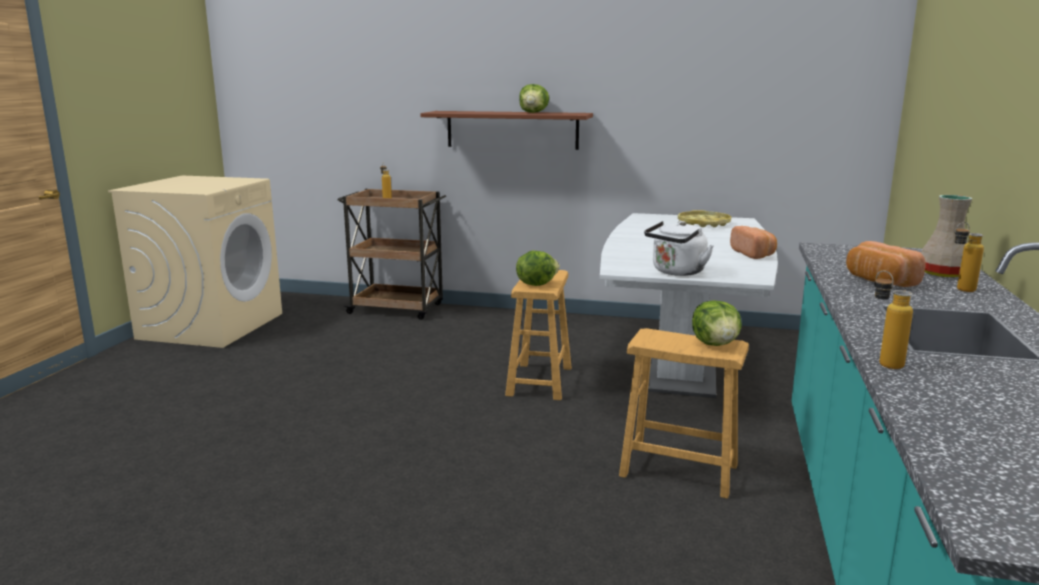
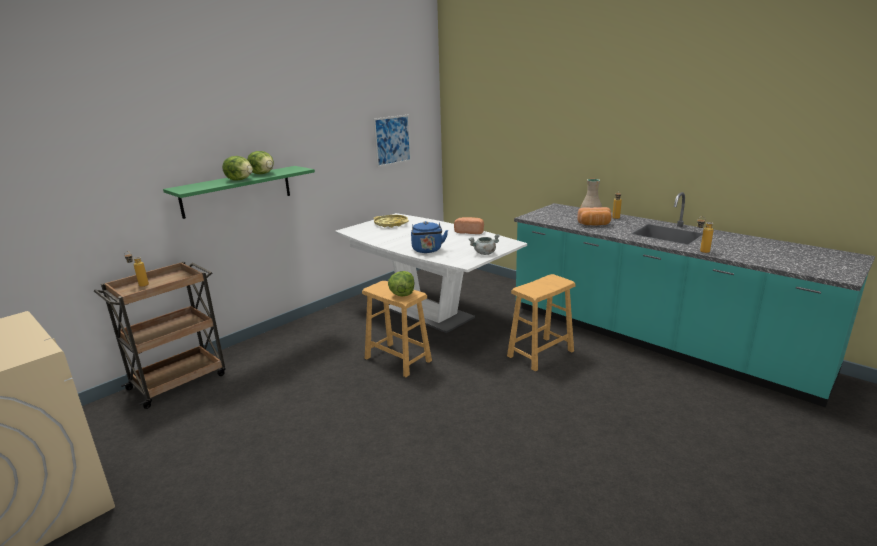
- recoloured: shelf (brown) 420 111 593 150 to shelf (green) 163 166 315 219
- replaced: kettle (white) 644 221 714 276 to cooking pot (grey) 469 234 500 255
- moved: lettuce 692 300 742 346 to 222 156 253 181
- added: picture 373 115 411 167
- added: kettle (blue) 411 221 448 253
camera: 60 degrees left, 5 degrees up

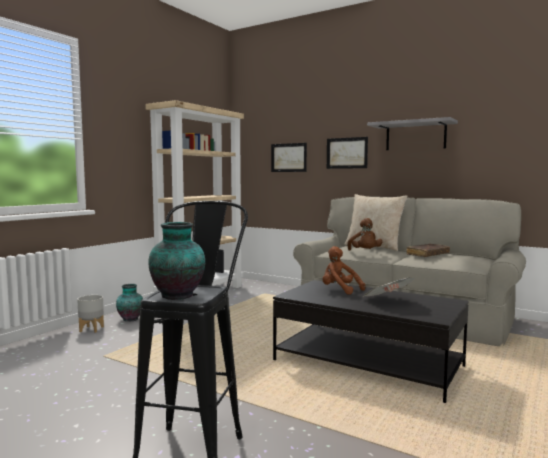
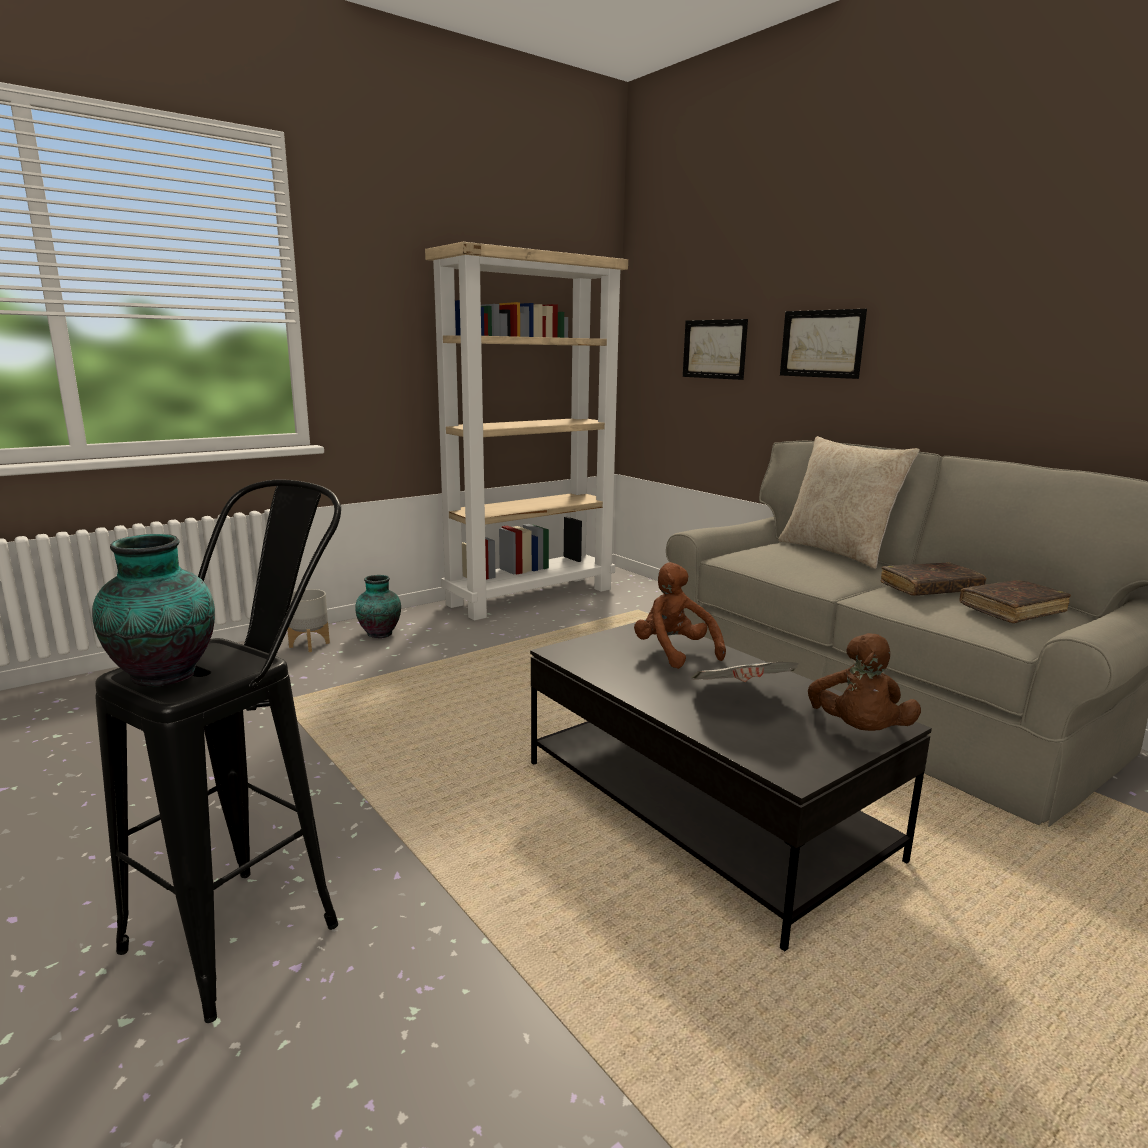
- moved: plush toy (brown) 347 218 382 251 to 808 633 921 731
- removed: shelf (grey) 367 117 458 150
- added: book (brown) 960 580 1071 623
camera: 20 degrees right, 10 degrees up

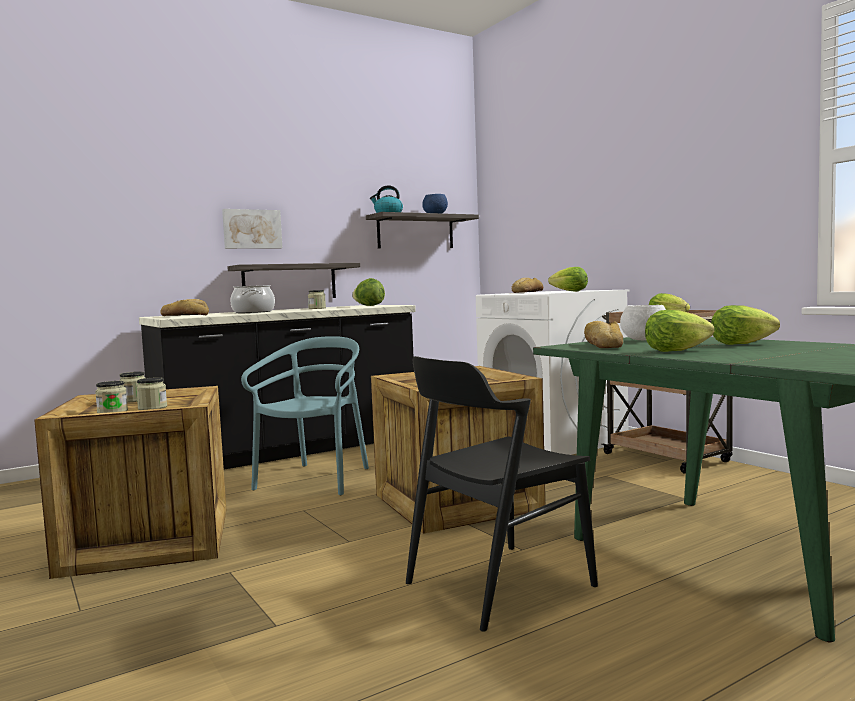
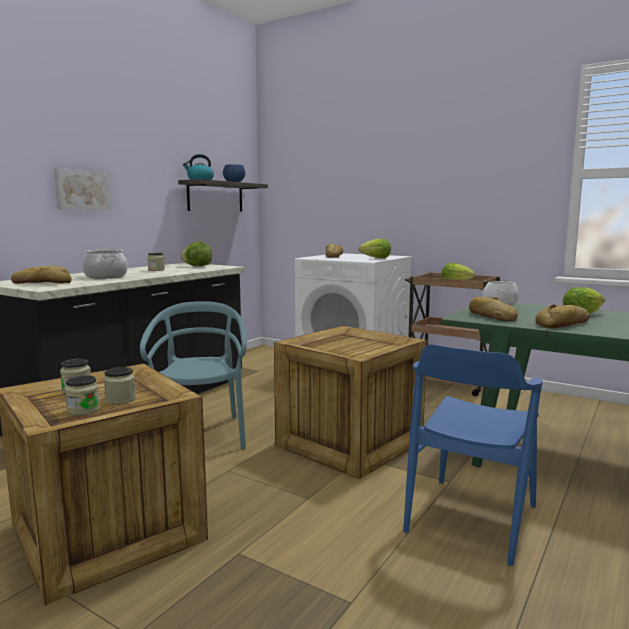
- removed: shelf 227 263 360 298
- recoloured: chair (black) 406 356 598 632 to chair (blue) 403 344 543 566
- replaced: lettuce 645 310 715 352 to bread 535 304 590 328
camera: 25 degrees left, 5 degrees up

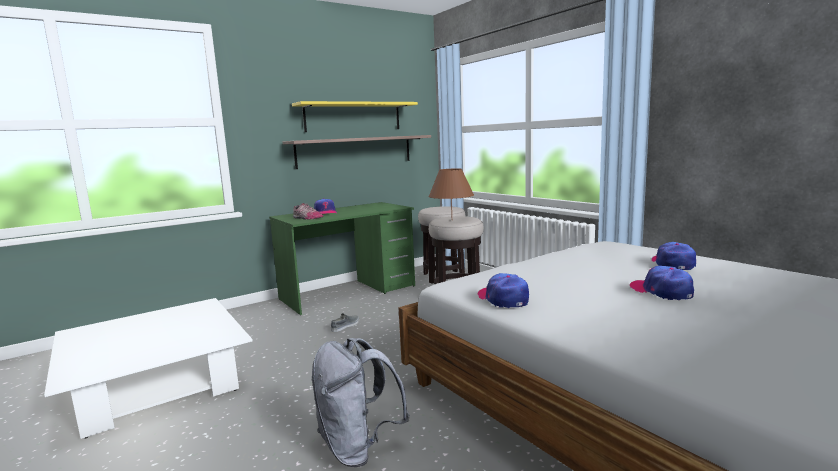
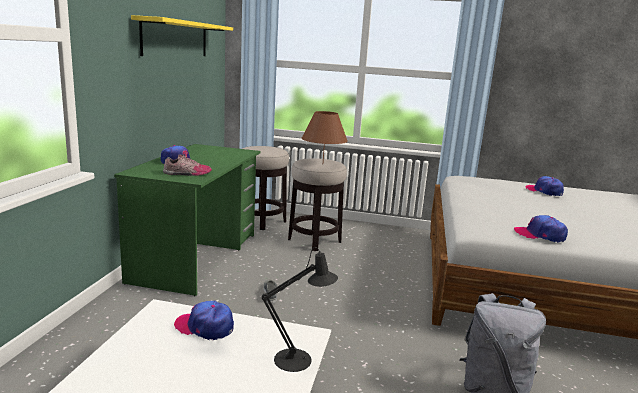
- removed: shelf 283 135 431 169
- moved: cap 630 266 694 300 to 174 300 234 340
- added: table lamp (black) 262 247 338 372
camera: 45 degrees left, 5 degrees up

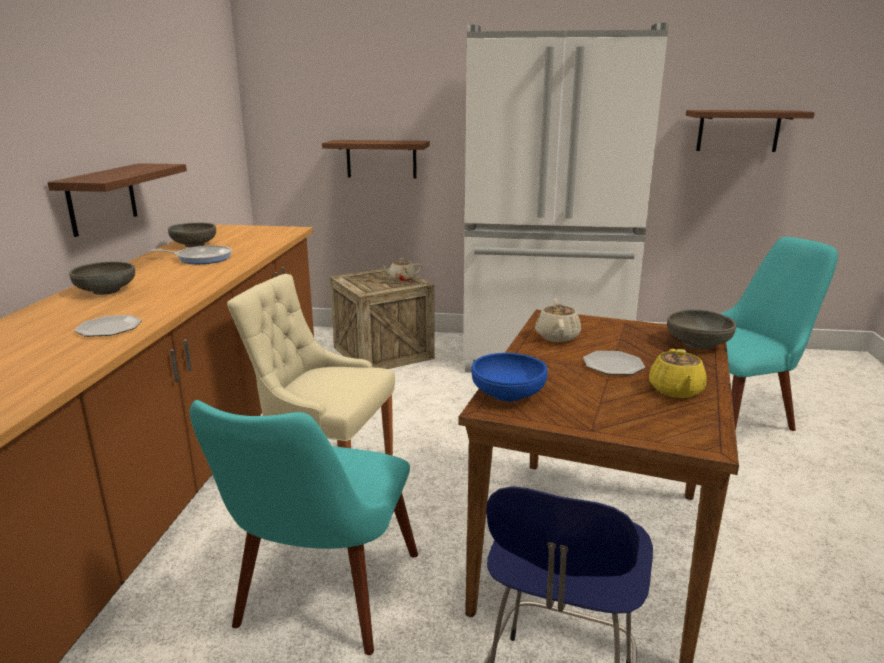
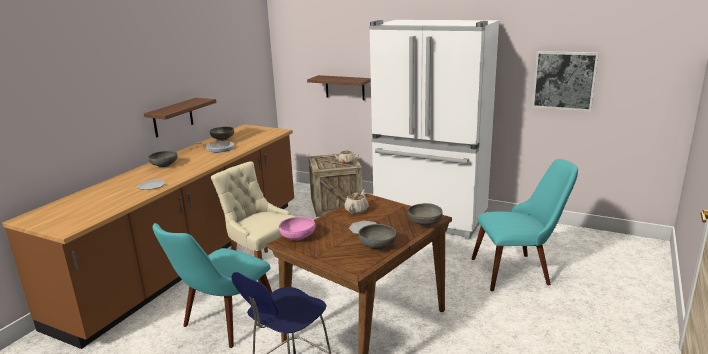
- recoloured: bowl (blue) 472 353 547 402 to bowl (pink) 279 217 315 241
- replaced: teapot (yellow) 649 349 707 398 to bowl (grey) 358 224 397 249
- replaced: shelf 686 110 815 152 to picture 532 51 599 111
camera: 20 degrees right, 0 degrees up

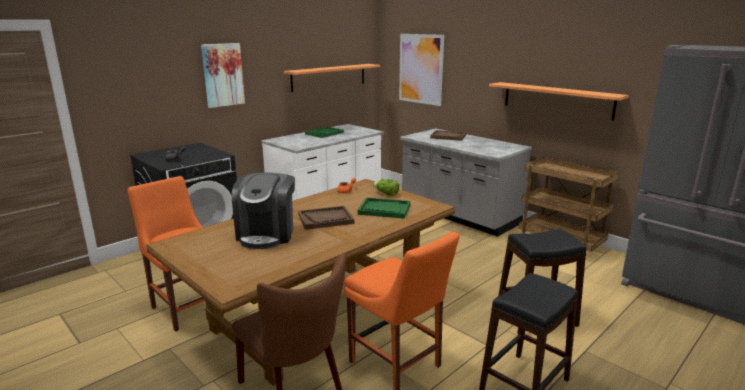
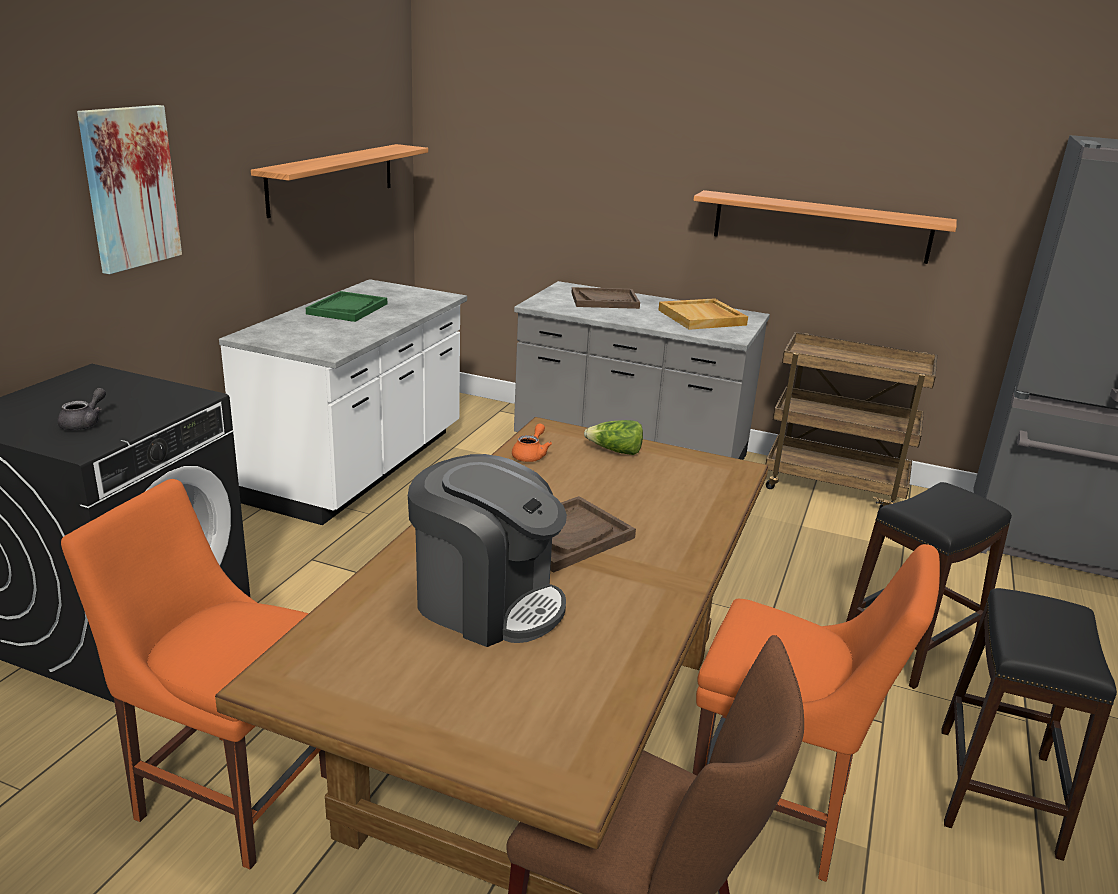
- turned: coffee machine 232 172 295 249 = 408 454 567 647 45 degrees counterclockwise
- removed: tray (green) 358 198 411 219
- removed: picture 399 34 444 106
- added: tray (beige) 658 298 748 330
camera: 25 degrees left, 5 degrees up

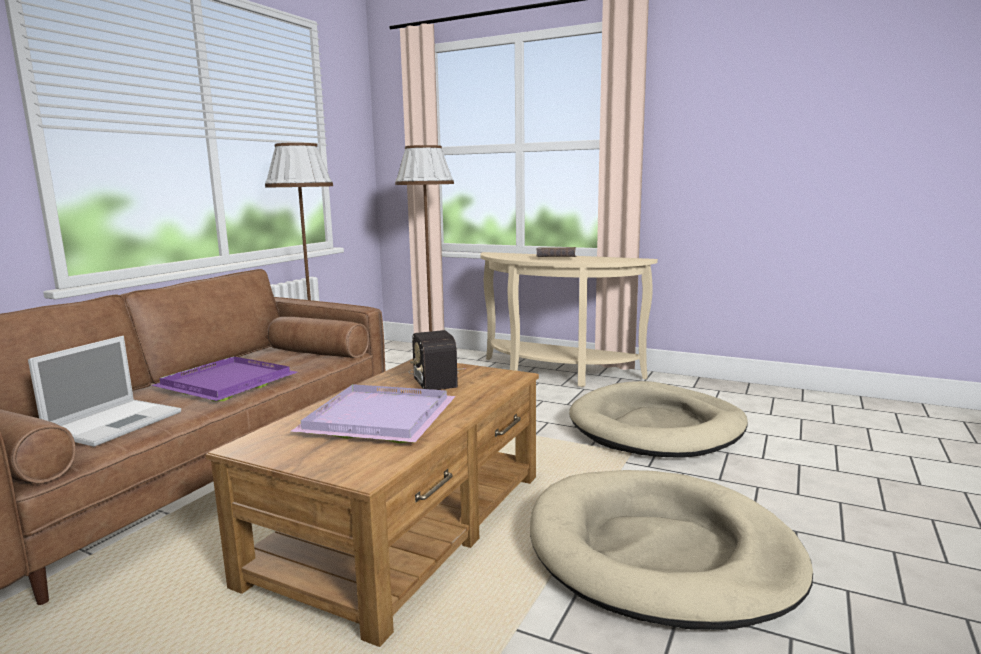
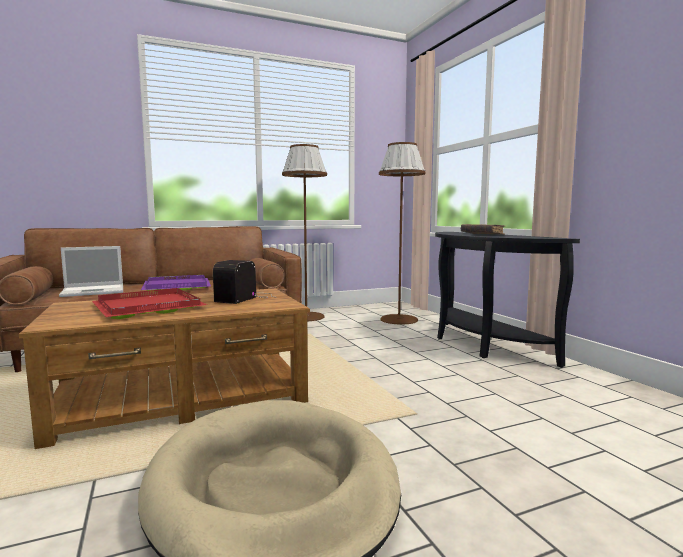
- recoloured: tray (purple) 290 384 456 443 to tray (red) 92 288 207 319
- recoloured: console table (beige) 480 252 658 387 to console table (black) 435 232 580 368
- removed: dog bed (beige) 569 381 748 458
camera: 40 degrees right, 5 degrees down

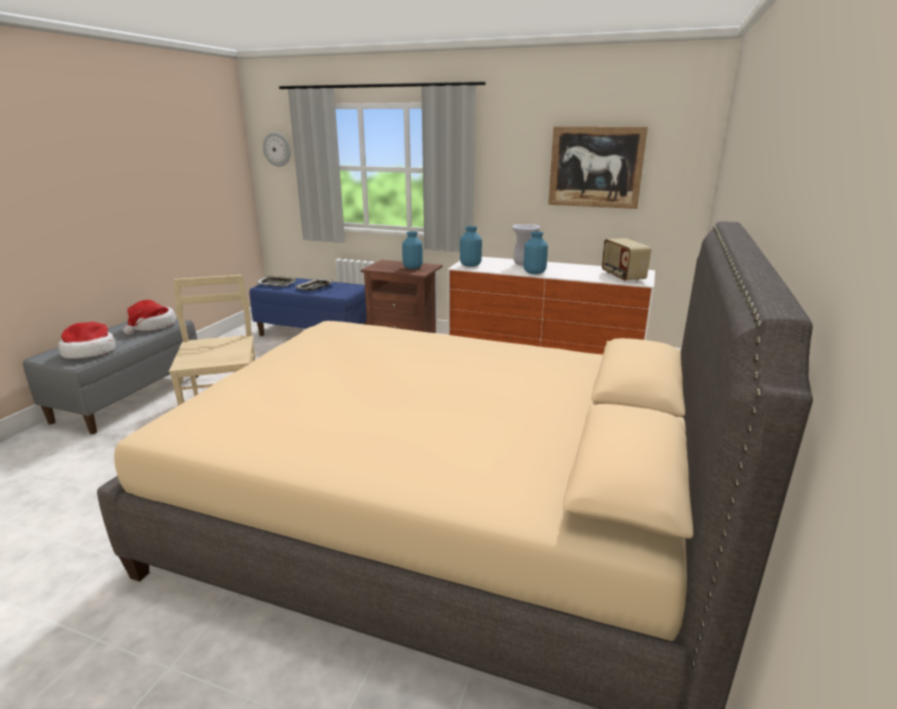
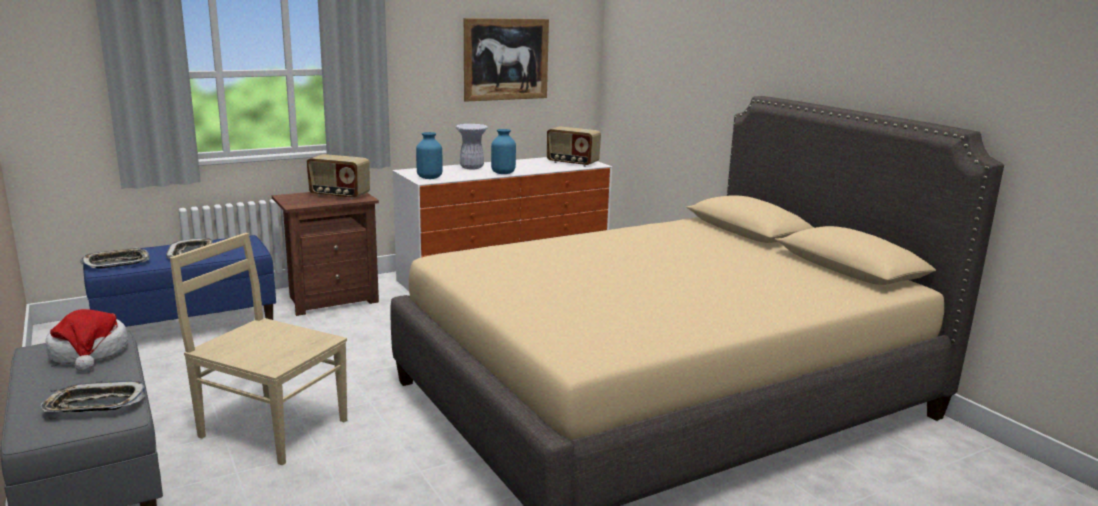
- replaced: hat 58 322 116 359 to tray 41 381 145 412
- removed: wall clock 263 132 291 167
- replaced: vase (blue) 402 231 423 269 to radio 307 154 370 200
camera: 50 degrees left, 5 degrees down

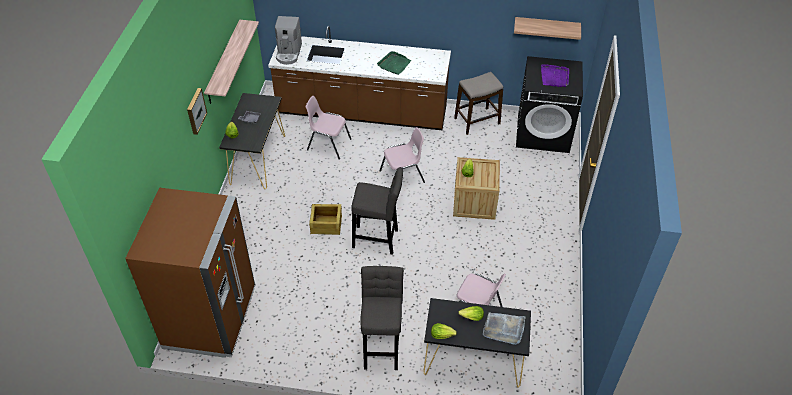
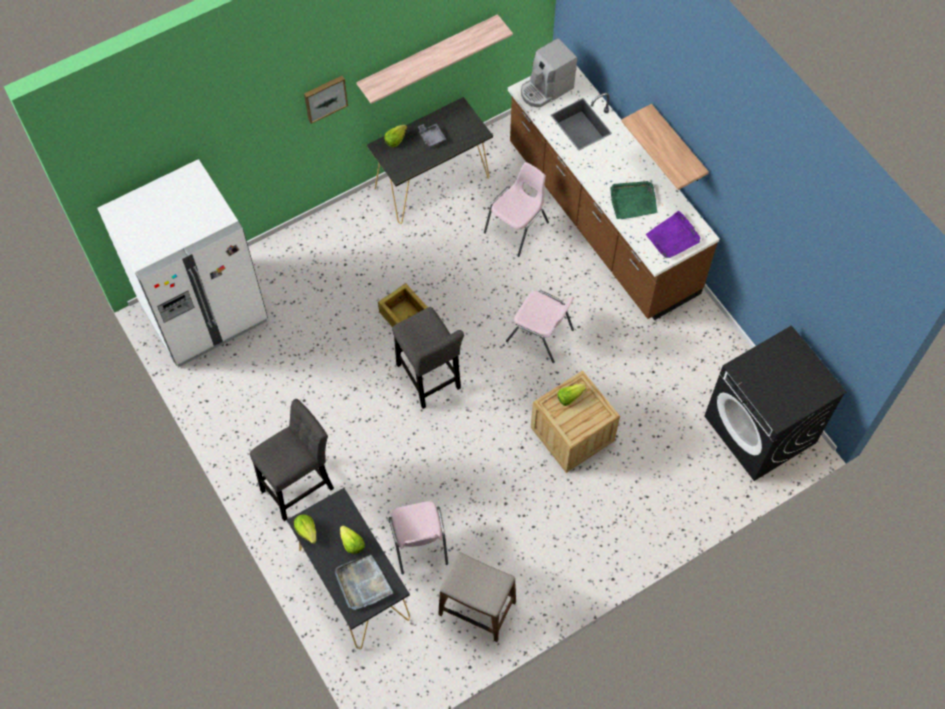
- recoloured: fridge (brown) 125 188 255 358 to fridge (white) 97 159 268 368
- turned: chair (pink) 306 96 351 160 = 484 162 549 257 60 degrees clockwise
- moved: stool 454 72 503 135 to 438 552 516 642
- moved: shelf 514 17 581 40 to 621 104 709 190
- moved: tray (purple) 541 64 569 87 to 646 211 700 258
camera: 50 degrees right, 15 degrees up

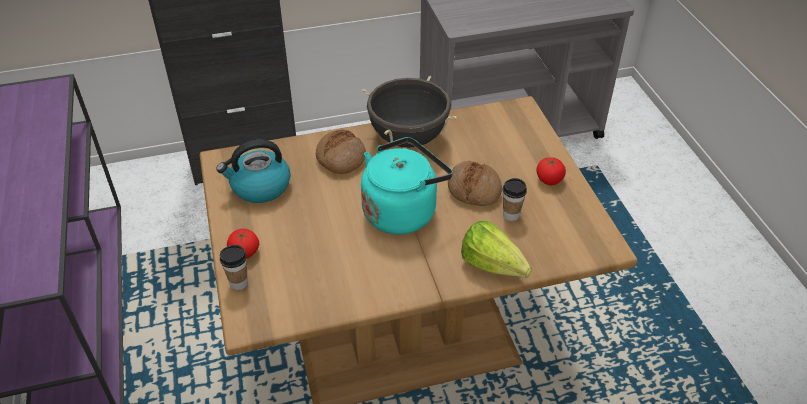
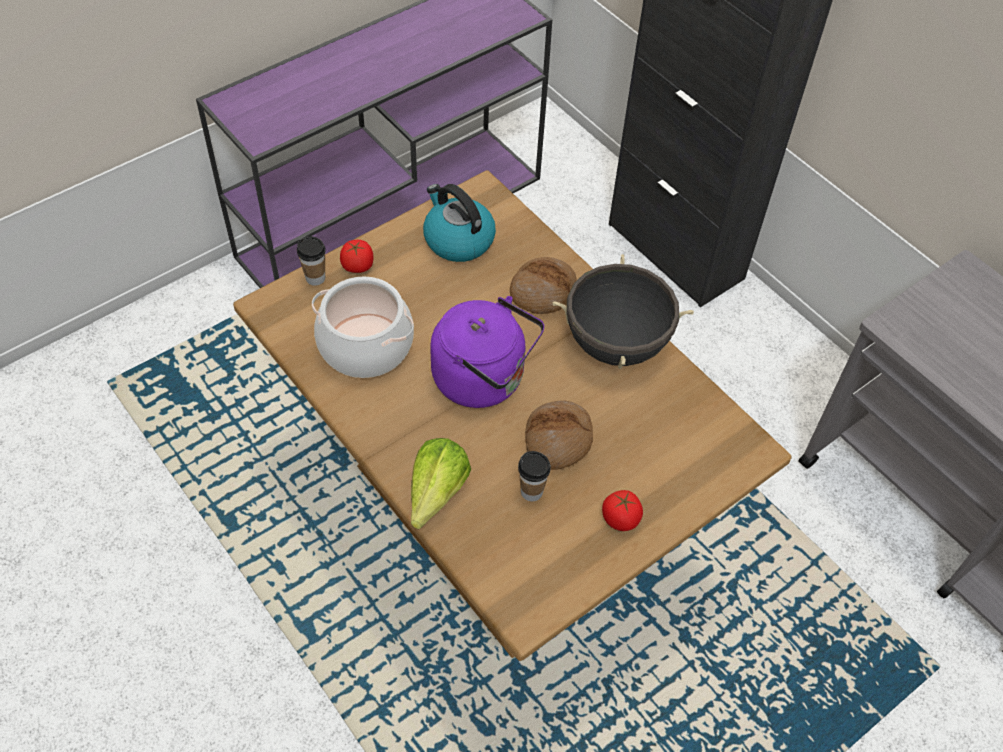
- recoloured: kettle (turquoise) 361 137 453 234 to kettle (purple) 430 296 544 408
- added: cooking pot 312 276 414 378
camera: 65 degrees right, 10 degrees up

